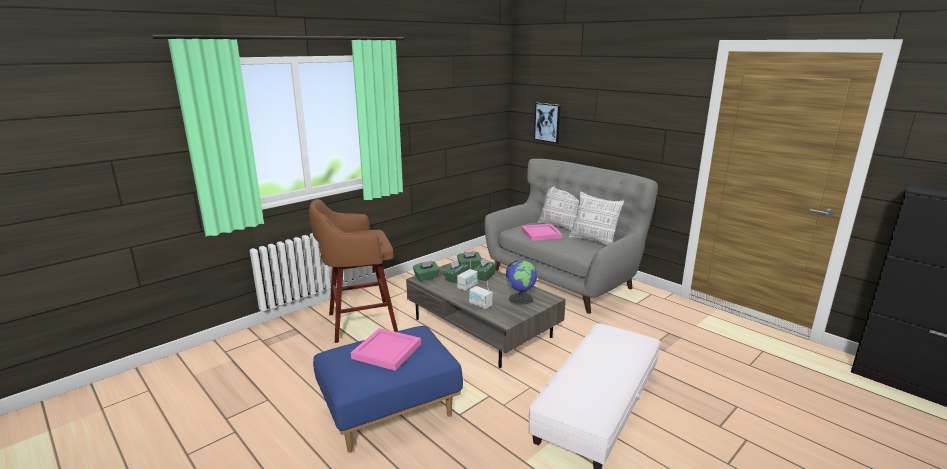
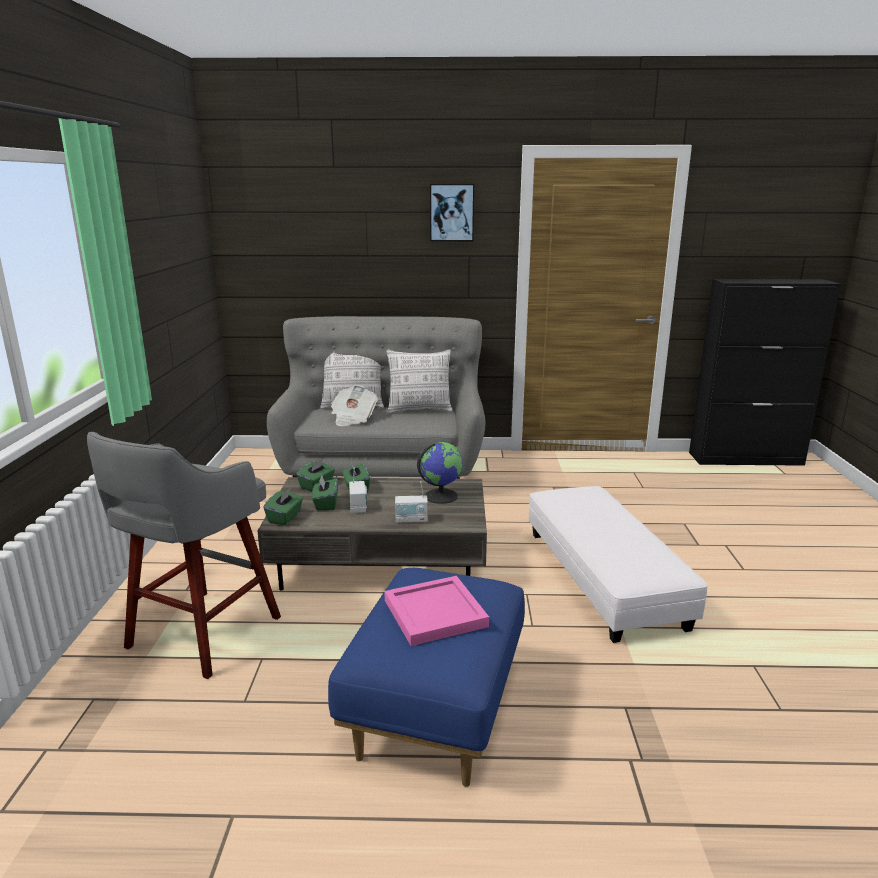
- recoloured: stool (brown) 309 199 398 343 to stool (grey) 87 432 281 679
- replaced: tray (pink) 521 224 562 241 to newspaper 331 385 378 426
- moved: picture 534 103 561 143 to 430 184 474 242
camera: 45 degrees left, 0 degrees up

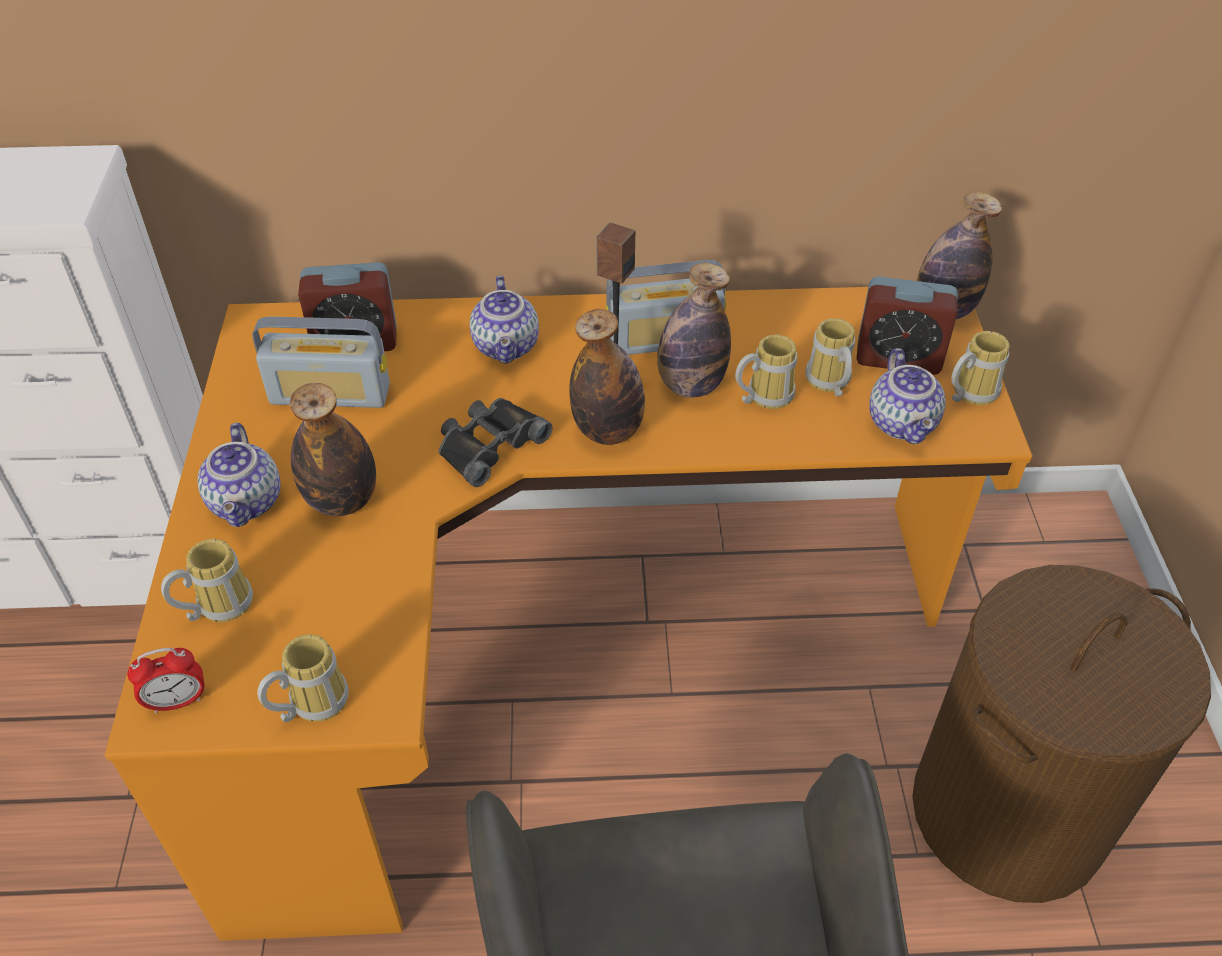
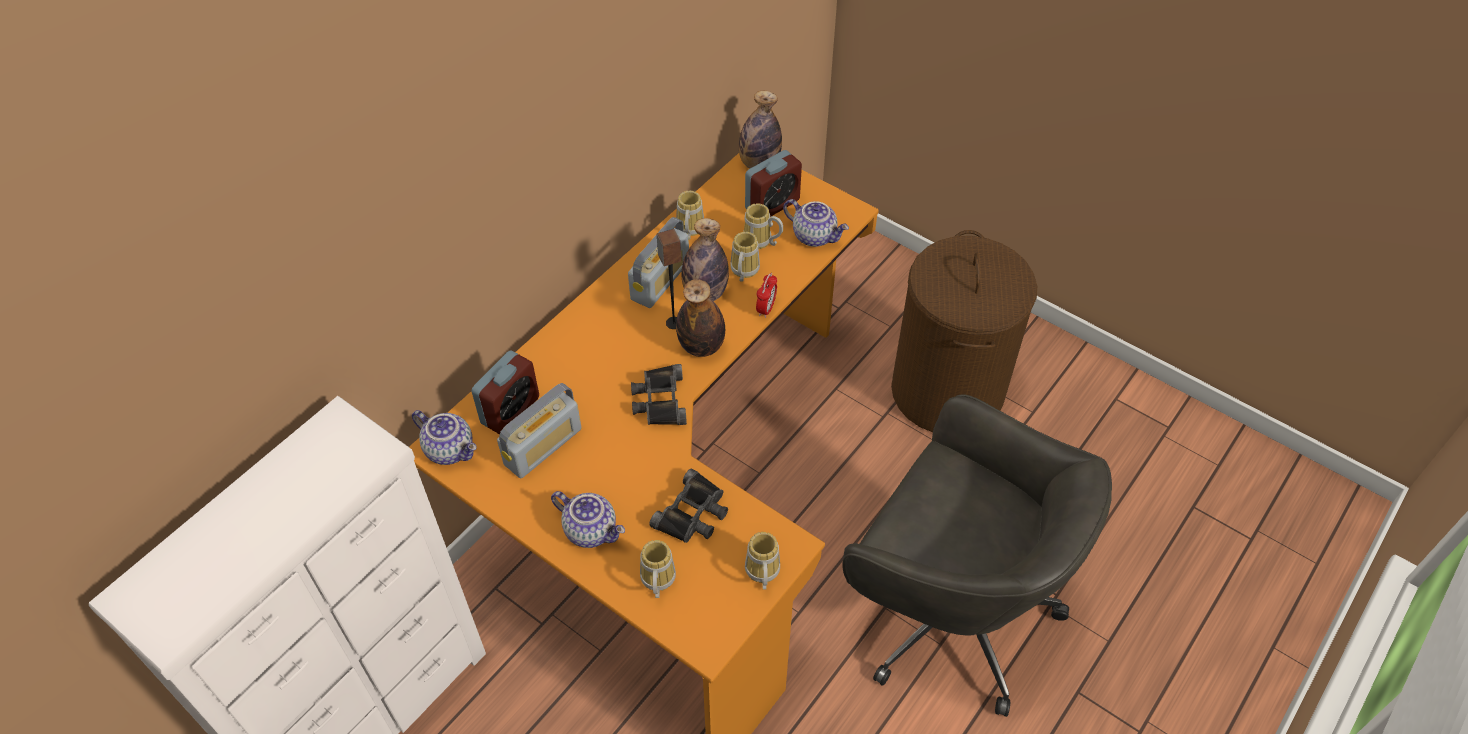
- moved: alarm clock 127 648 205 713 to 756 273 777 318
- removed: bottle 290 383 376 516
- moved: teapot 470 276 539 364 to 412 410 477 465
- moved: mug 951 331 1010 405 to 676 191 704 240
- added: binoculars (black) 649 468 728 543
camera: 50 degrees left, 5 degrees up

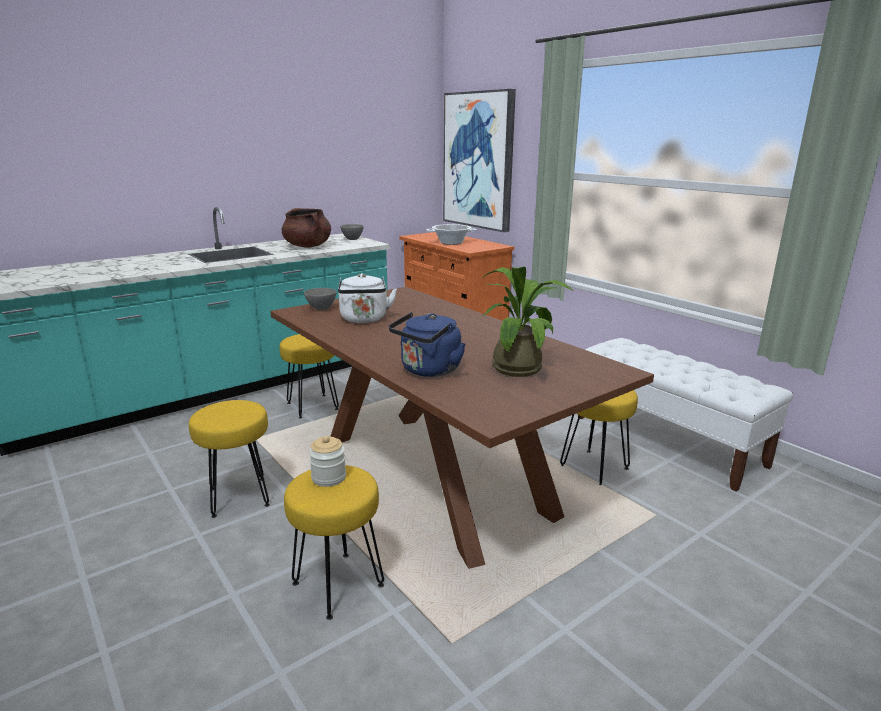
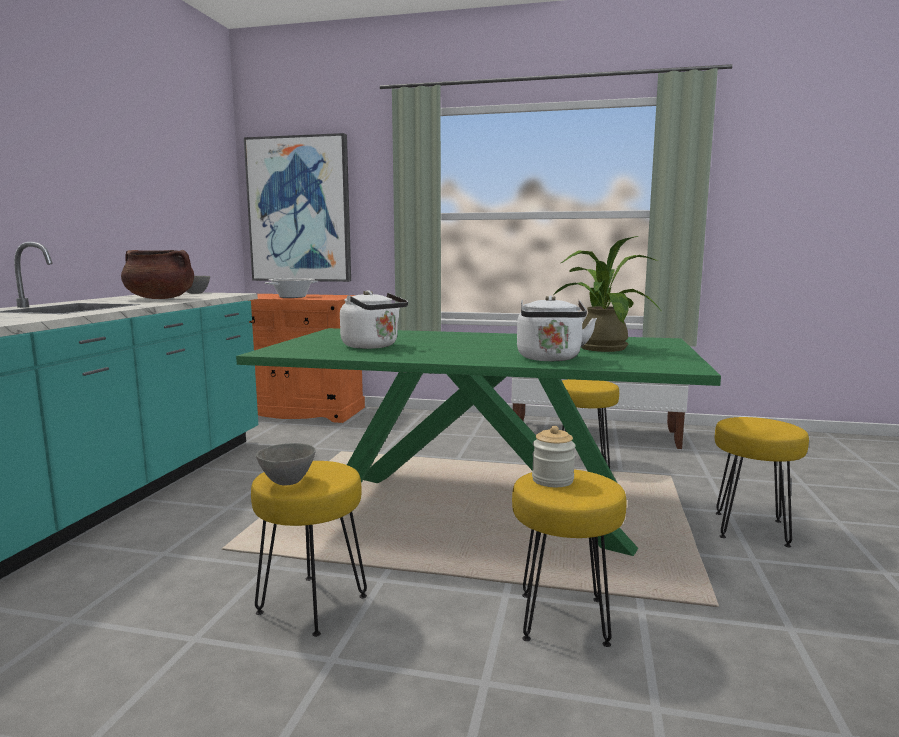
- recoloured: dining table (brown) 270 287 654 569 to dining table (green) 236 328 721 556
- moved: stool (yellow) 279 334 339 419 to 715 417 809 548
- moved: bowl (grey) 304 288 337 310 to 256 443 316 485
- recoloured: kettle (blue) 389 312 466 377 to kettle (white) 517 295 597 361
camera: 40 degrees left, 10 degrees down

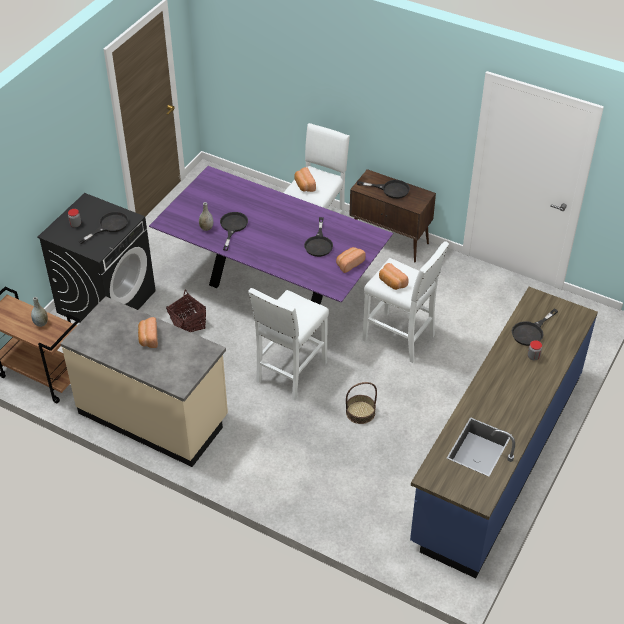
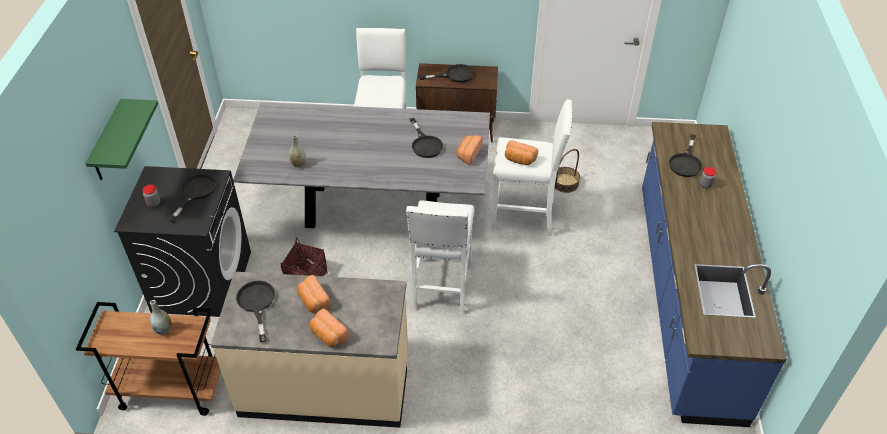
- recoloured: dining table (purple) 149 166 393 305 to dining table (grey) 233 102 490 228
- moved: frying pan (black) 220 212 248 251 to 236 281 275 342
- moved: bread 294 167 316 192 to 310 308 349 347
- moved: basket 346 382 377 424 to 554 149 580 193
- added: shelf (green) 85 99 158 180
camera: 25 degrees left, 0 degrees up

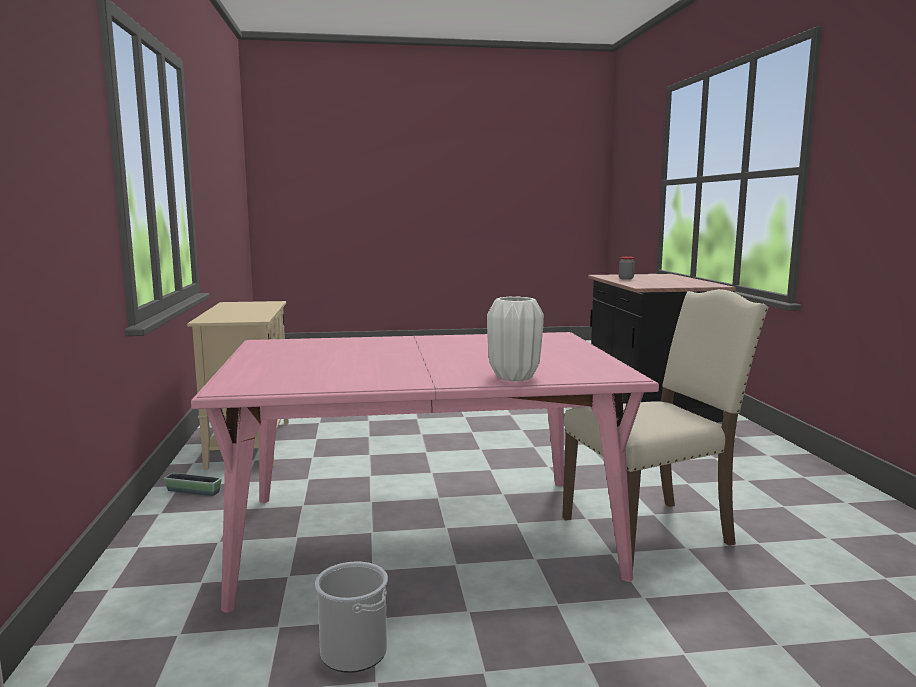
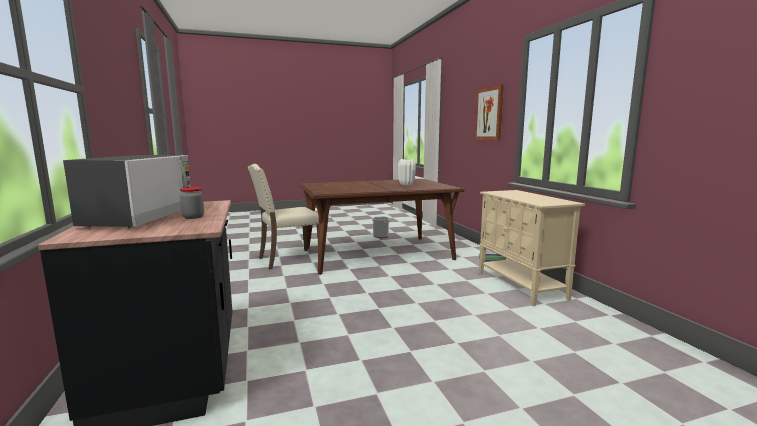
- recoloured: dining table (pink) 191 332 659 613 to dining table (brown) 300 179 465 275
- moved: vase (white) 487 297 544 381 to 398 159 416 186
- added: microwave 63 155 191 228
- added: picture 474 85 504 141
camera: 170 degrees right, 0 degrees up

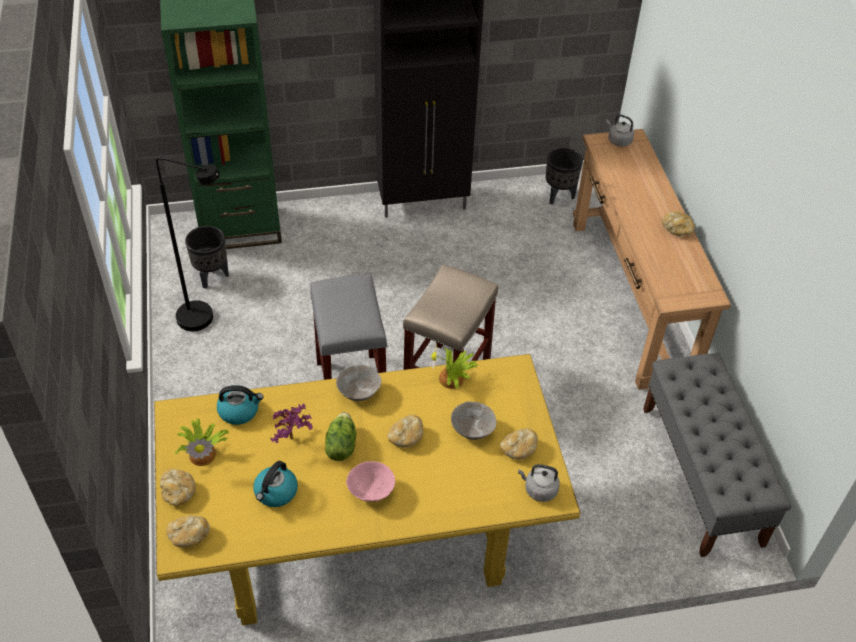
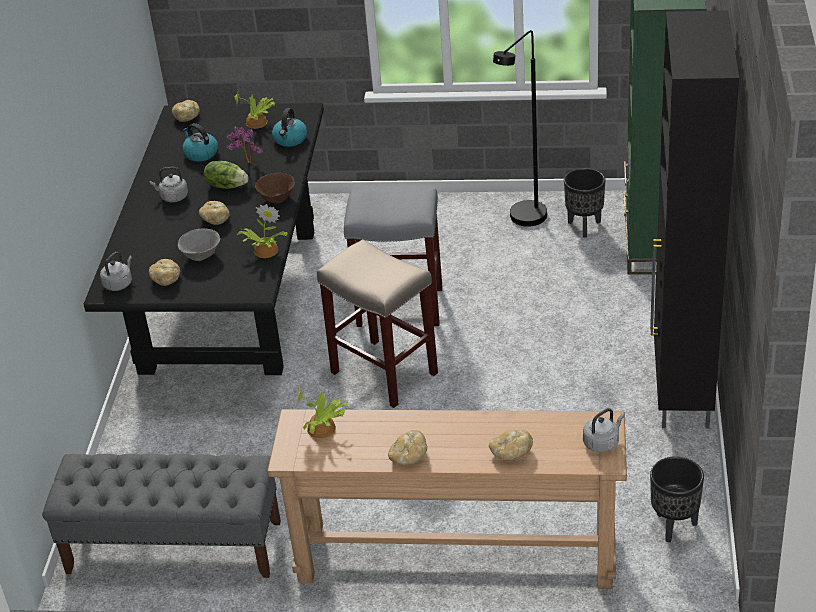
- recoloured: dining table (yellow) 154 354 580 625 to dining table (black) 84 103 324 375
- moved: bread 160 469 196 506 to 489 430 533 460
- recoloured: bowl (grey) 336 365 382 401 to bowl (brown) 255 173 295 204
- replaced: bowl (pink) 346 461 395 502 to kettle (grey) 150 167 188 202
- added: potted plant 293 382 348 438
camera: 110 degrees right, 10 degrees down

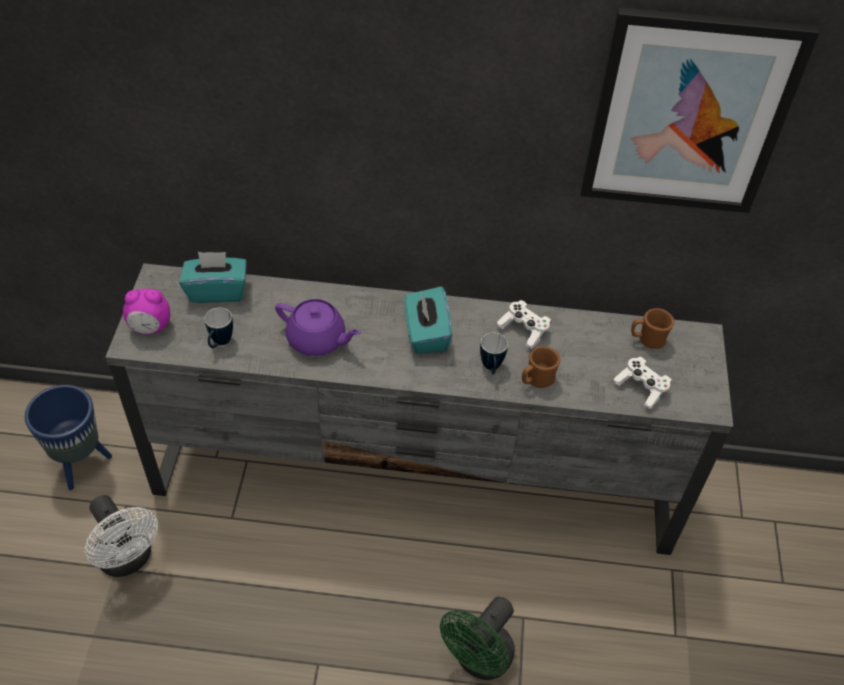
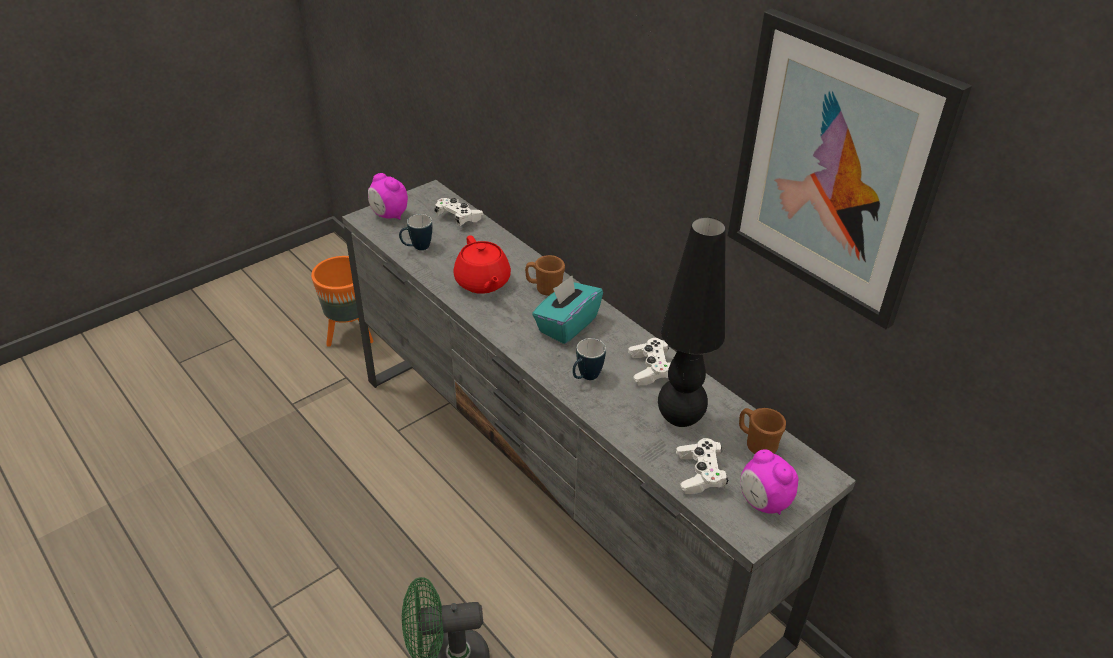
- recoloured: planter (blue) 25 385 112 490 to planter (orange) 311 256 374 347
- removed: fan (white) 85 495 158 577
- replaced: tissue box (turquoise) 180 252 247 303 to game controller (white) 434 198 484 226
- recoloured: teapot (purple) 275 299 361 356 to teapot (red) 453 235 511 294
- moved: mug (brown) 522 346 560 388 to 525 255 565 296
- added: table lamp (black) 658 217 726 427
- added: alarm clock 740 449 799 515
camera: 45 degrees right, 10 degrees down

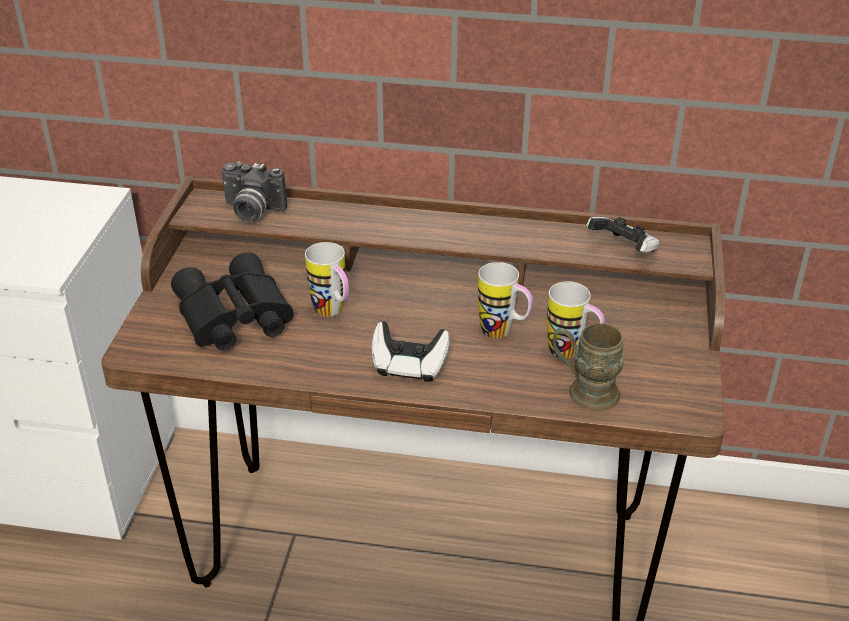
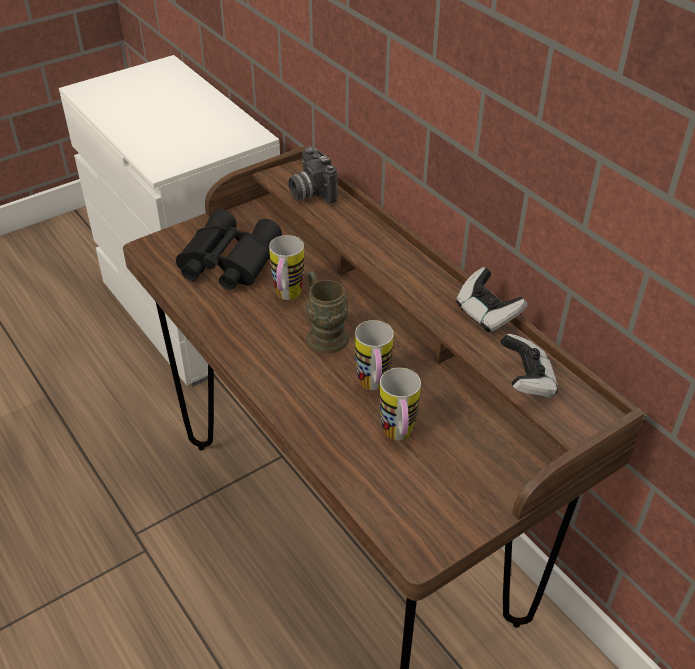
- moved: game controller 372 321 450 382 to 456 267 527 333
- moved: mug (brown) 553 323 625 411 to 306 271 349 353
camera: 45 degrees right, 5 degrees up

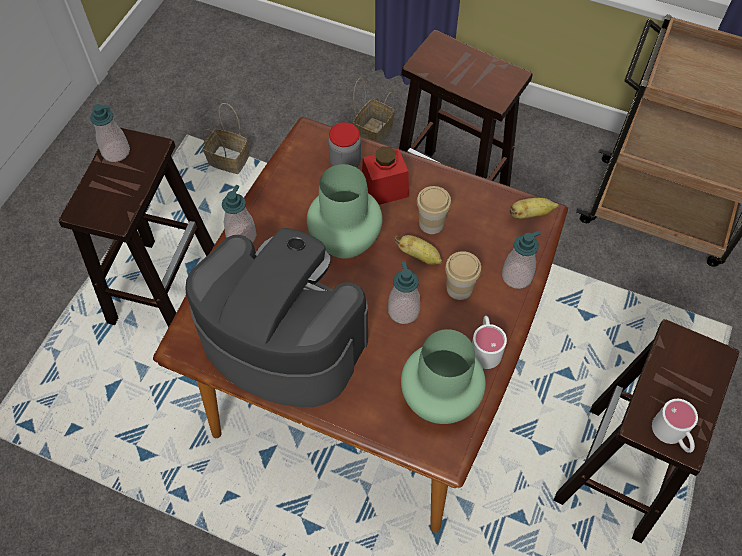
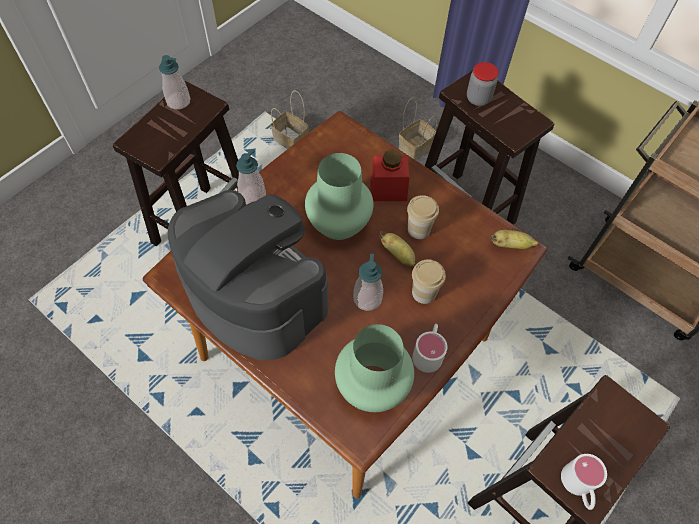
- moved: jar 328 122 361 168 to 467 62 499 106
- removed: soap dispenser 502 231 541 289
camera: 15 degrees right, 0 degrees up

